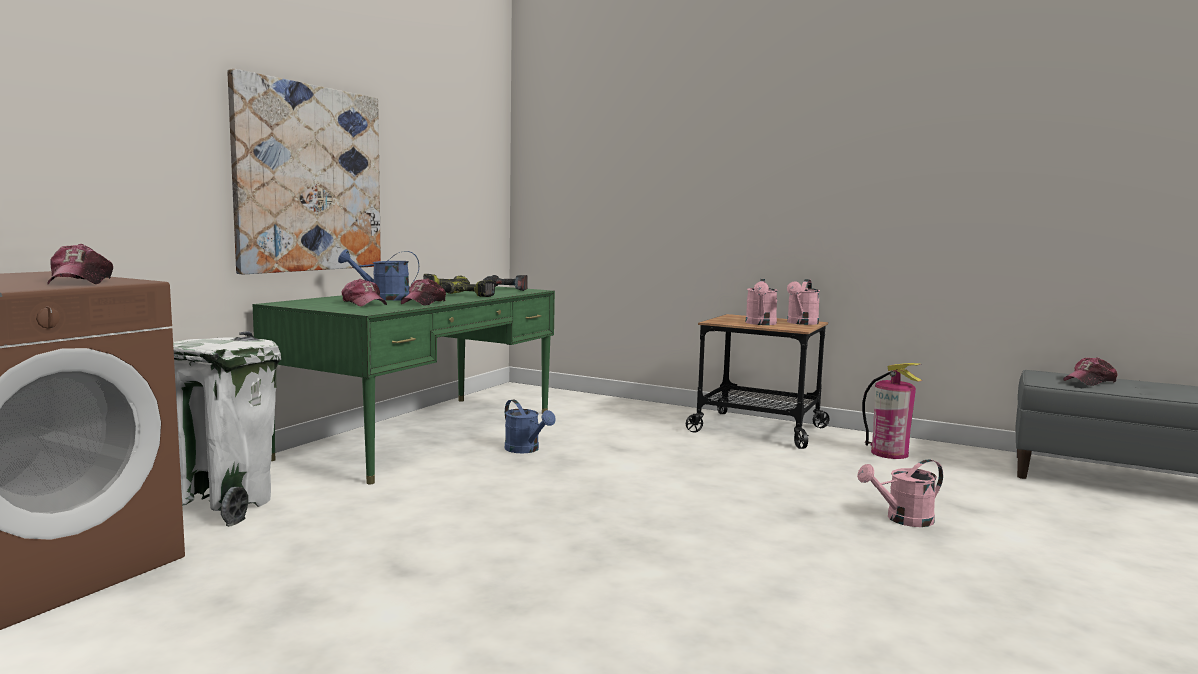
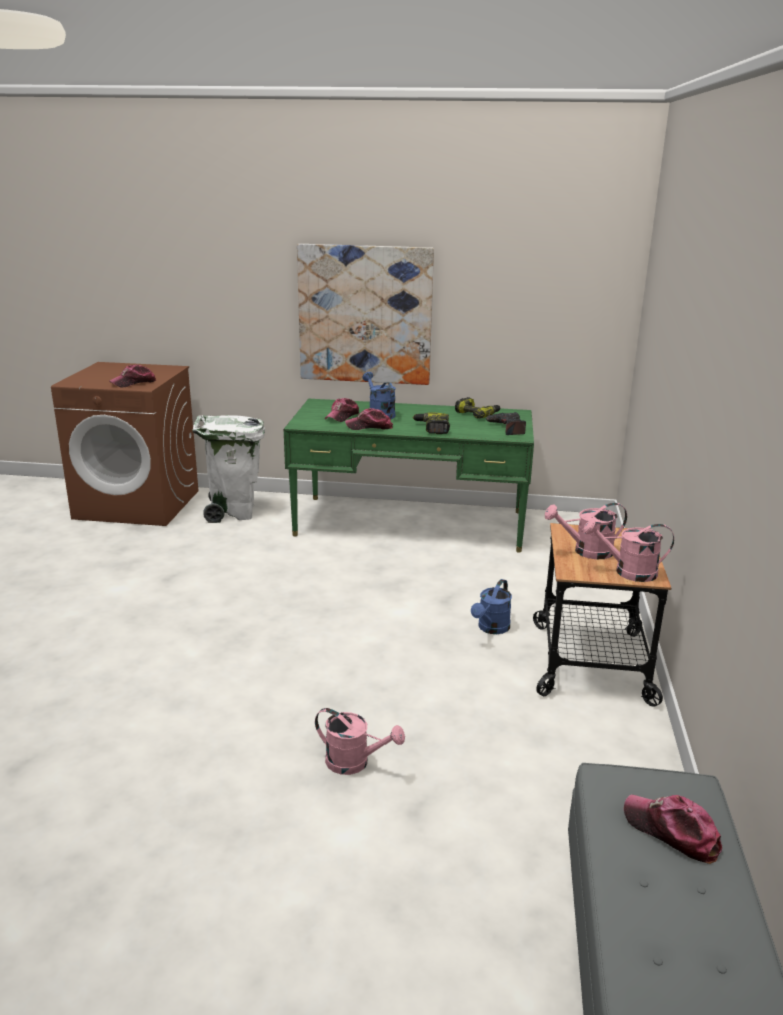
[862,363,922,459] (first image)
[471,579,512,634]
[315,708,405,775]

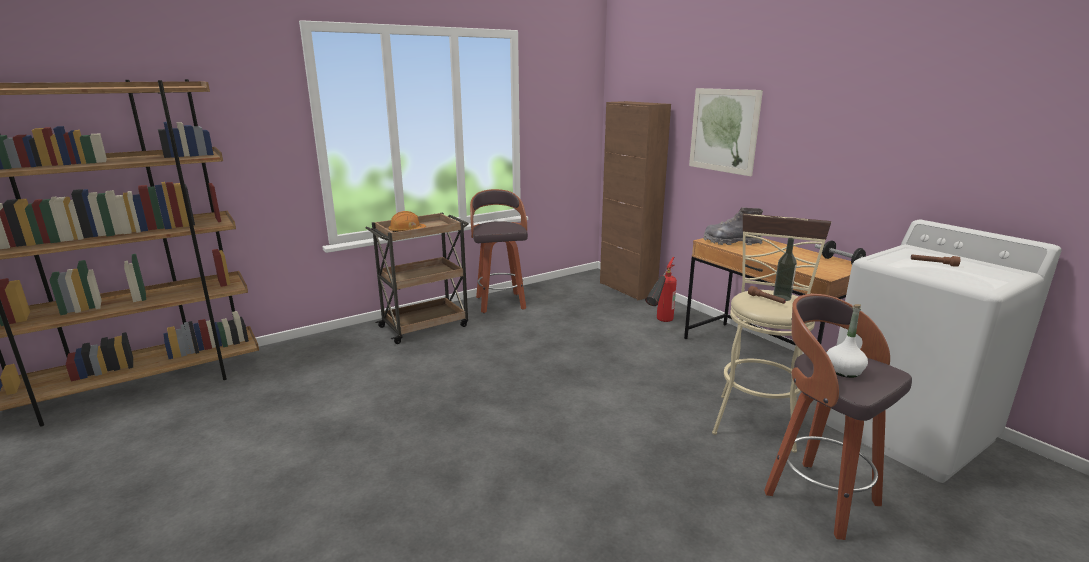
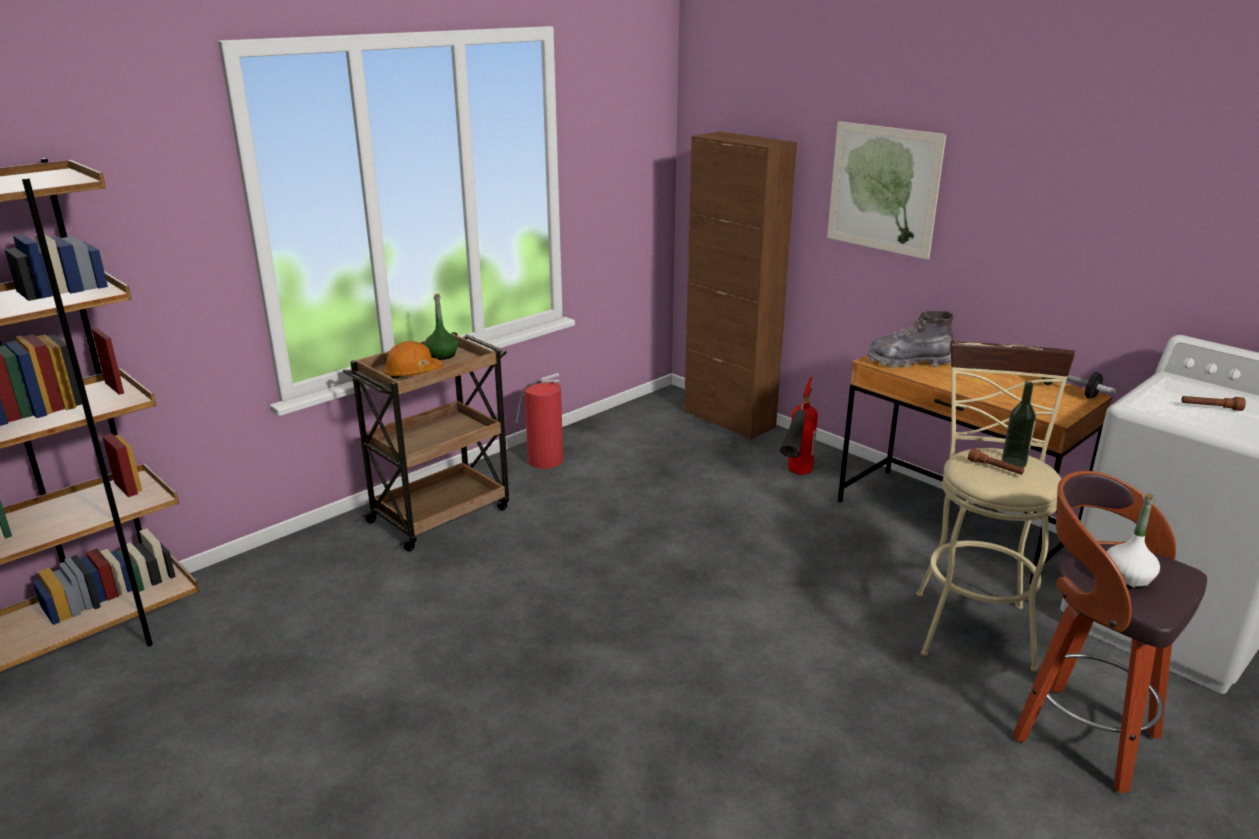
[424,294,458,360]
[515,373,563,469]

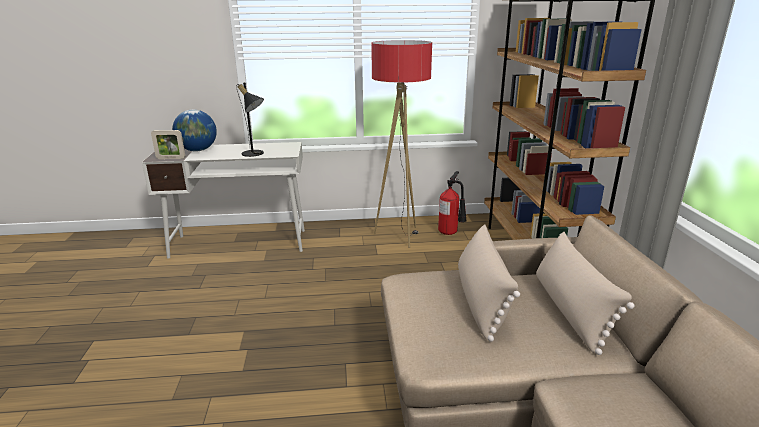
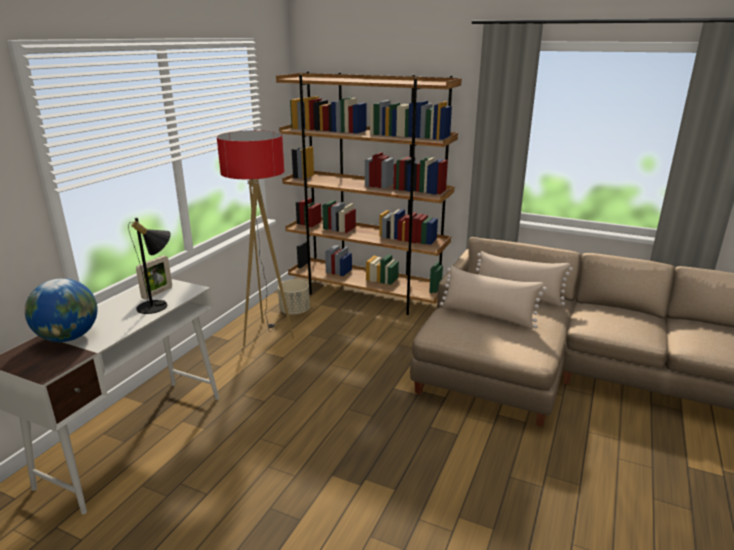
[136,256,172,299]
[278,279,310,315]

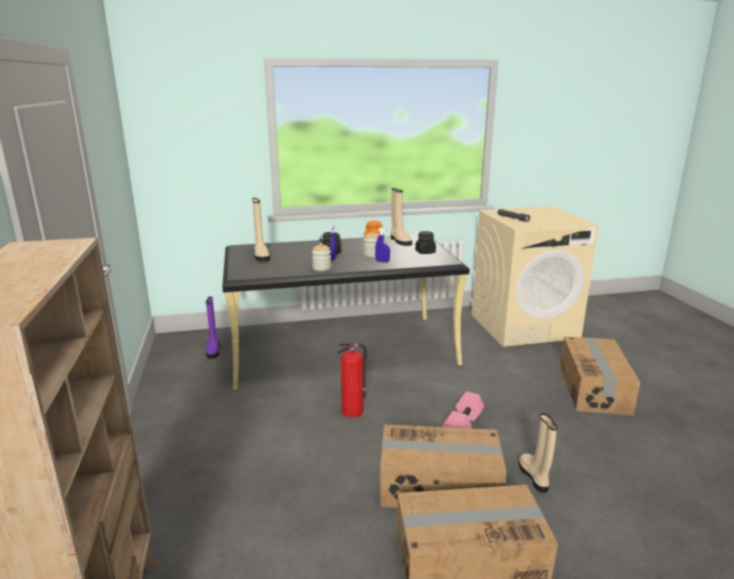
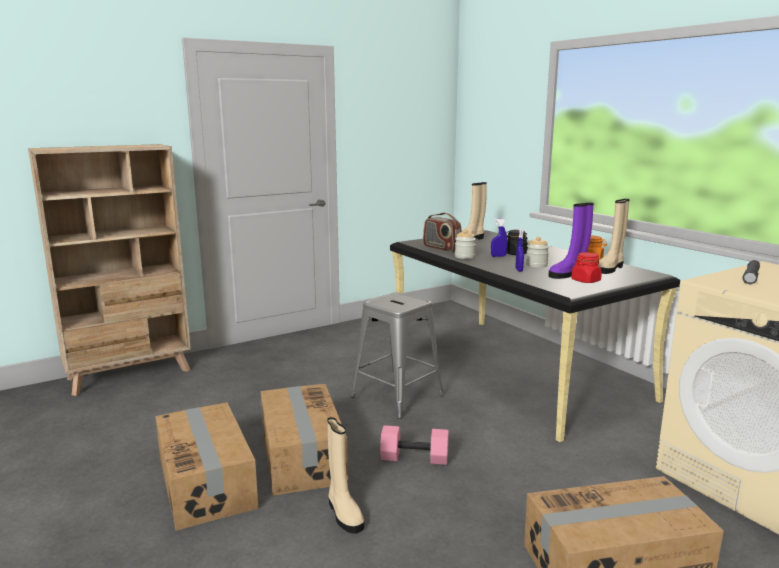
[423,213,462,252]
[548,203,594,279]
[351,292,444,419]
[571,252,602,283]
[327,417,364,534]

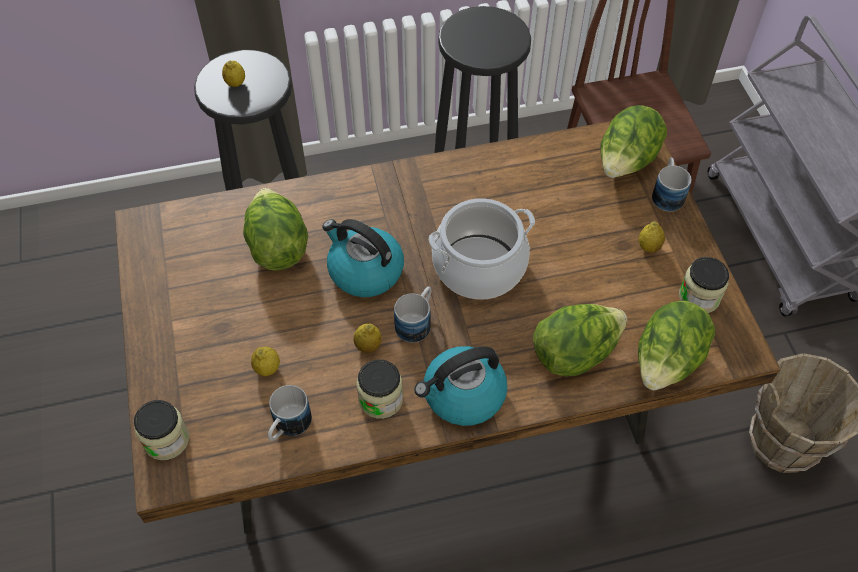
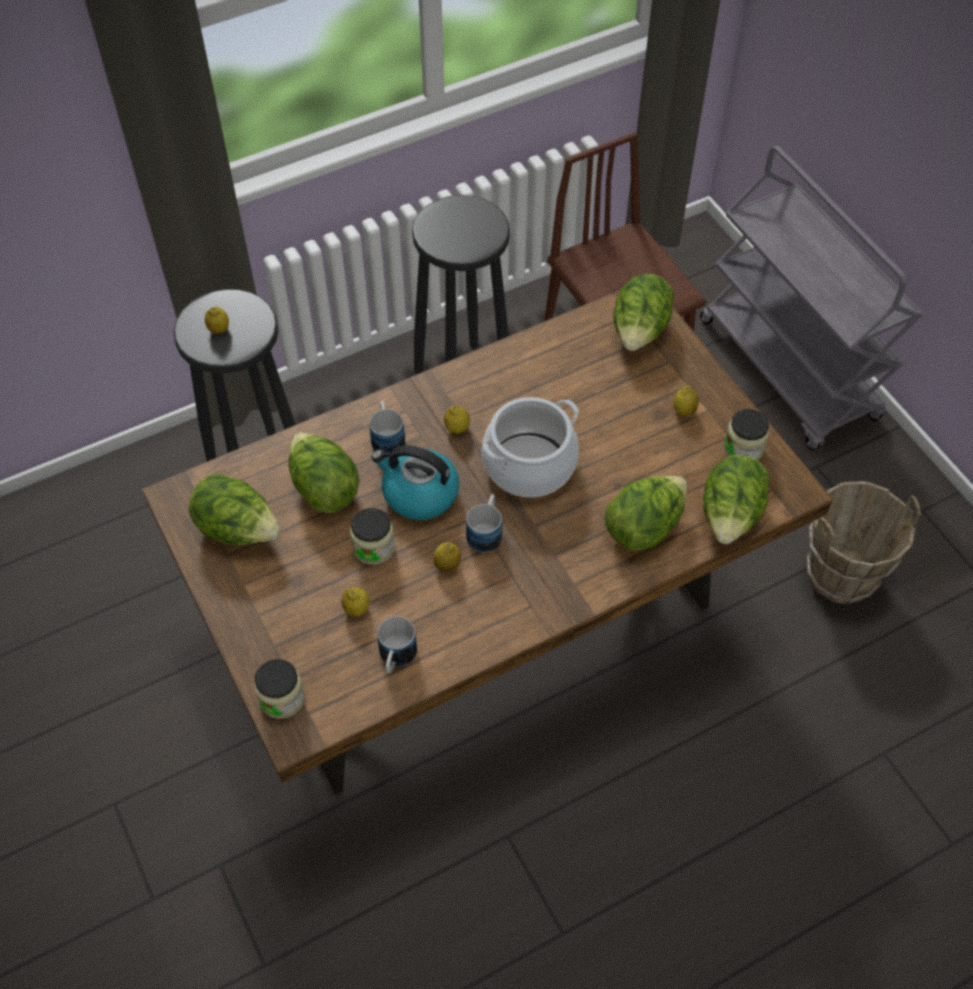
[414,346,508,426] (first image)
[188,474,281,545]
[444,405,470,434]
[350,508,395,565]
[369,401,405,452]

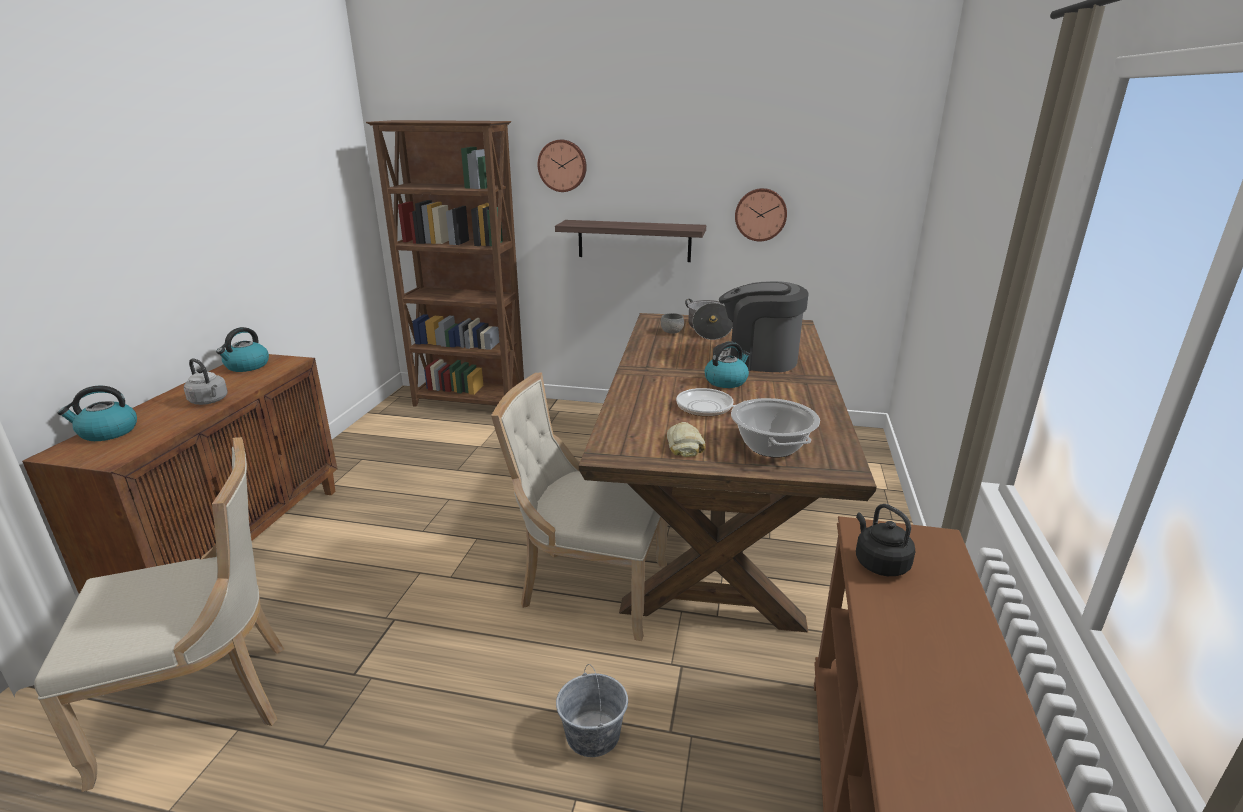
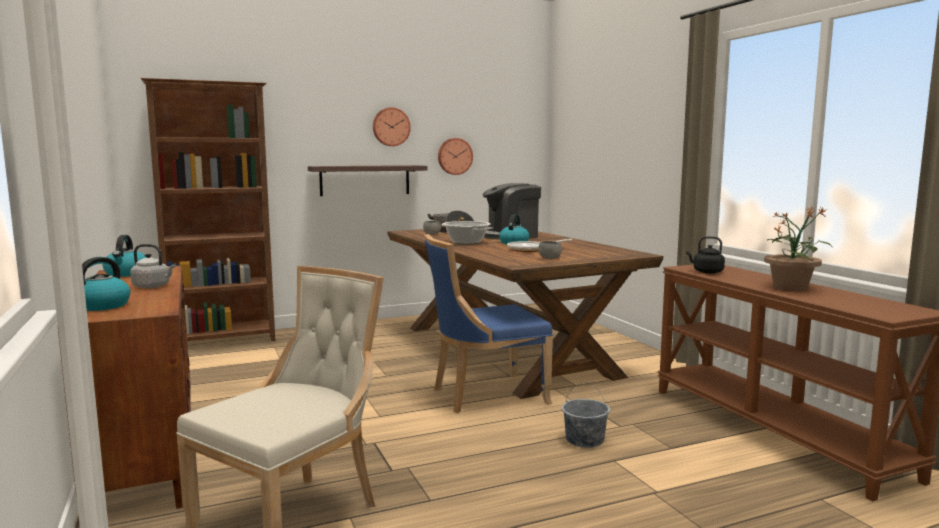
[764,207,833,291]
[373,107,411,146]
[441,221,492,244]
[538,241,562,259]
[424,234,553,413]

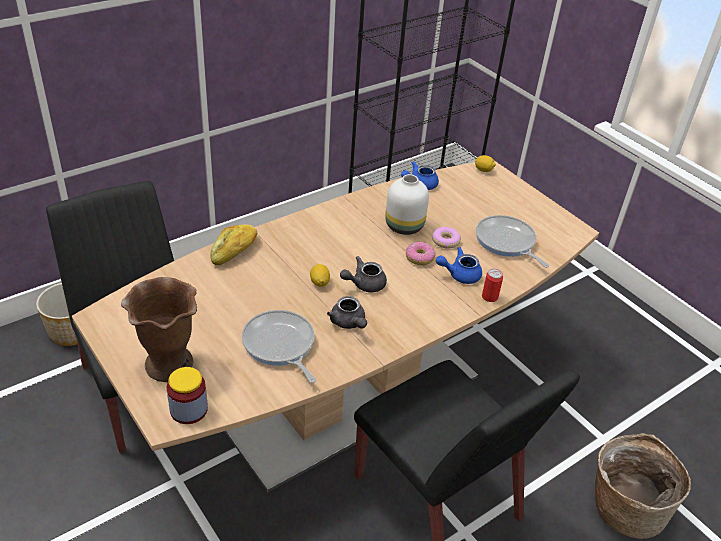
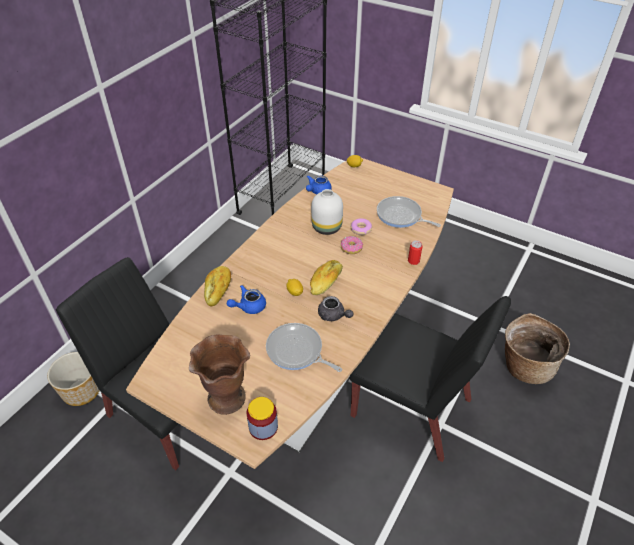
[227,285,266,314]
[310,260,343,295]

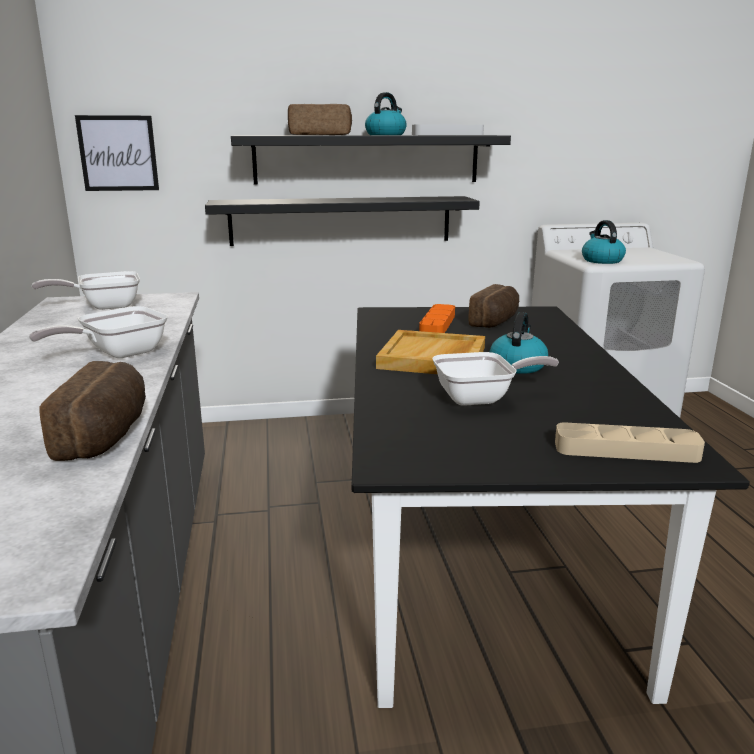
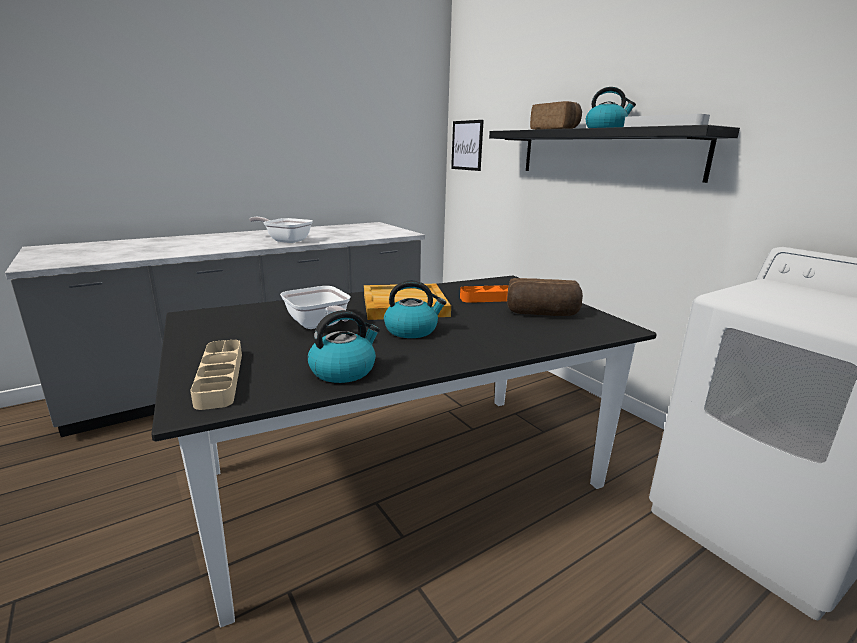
[32,271,140,310] (first image)
[39,361,146,461] (first image)
[205,196,480,246] (first image)
[308,310,380,383]

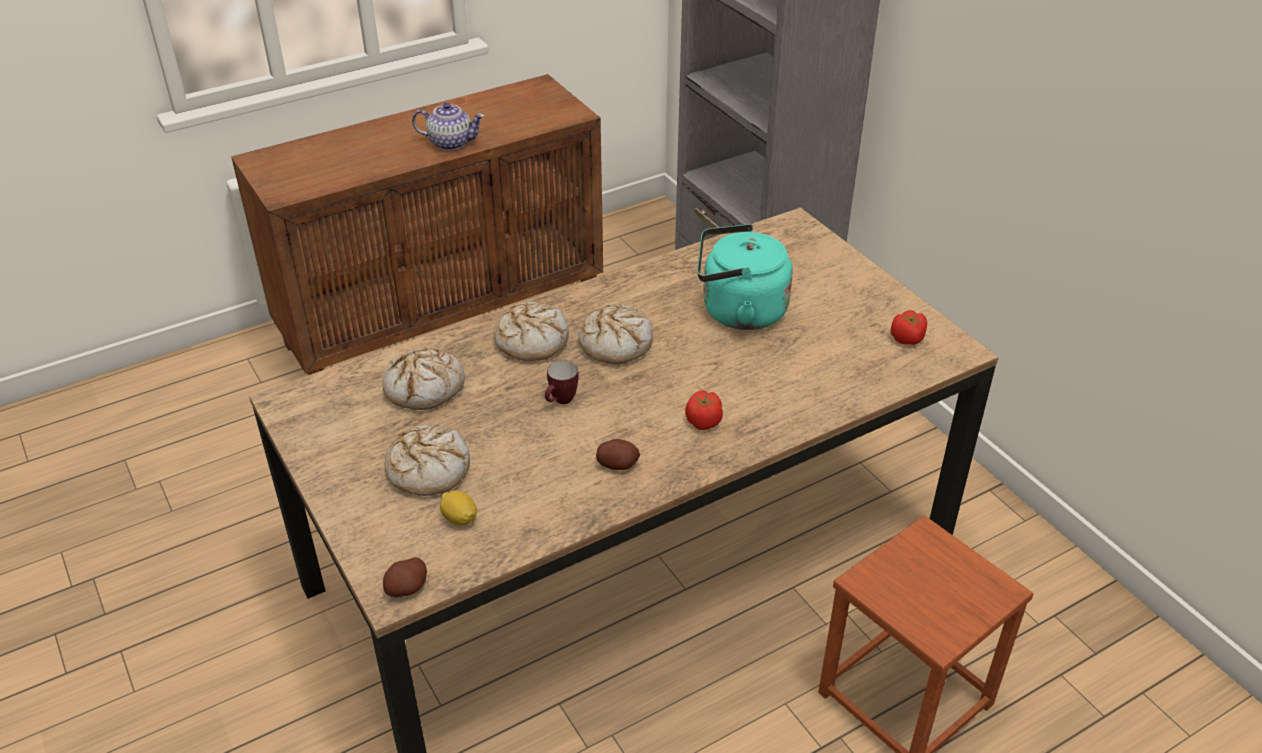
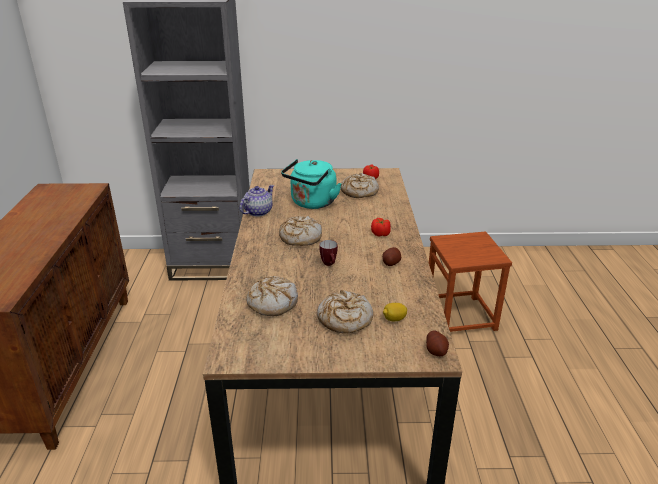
[240,185,274,217]
[341,173,379,198]

